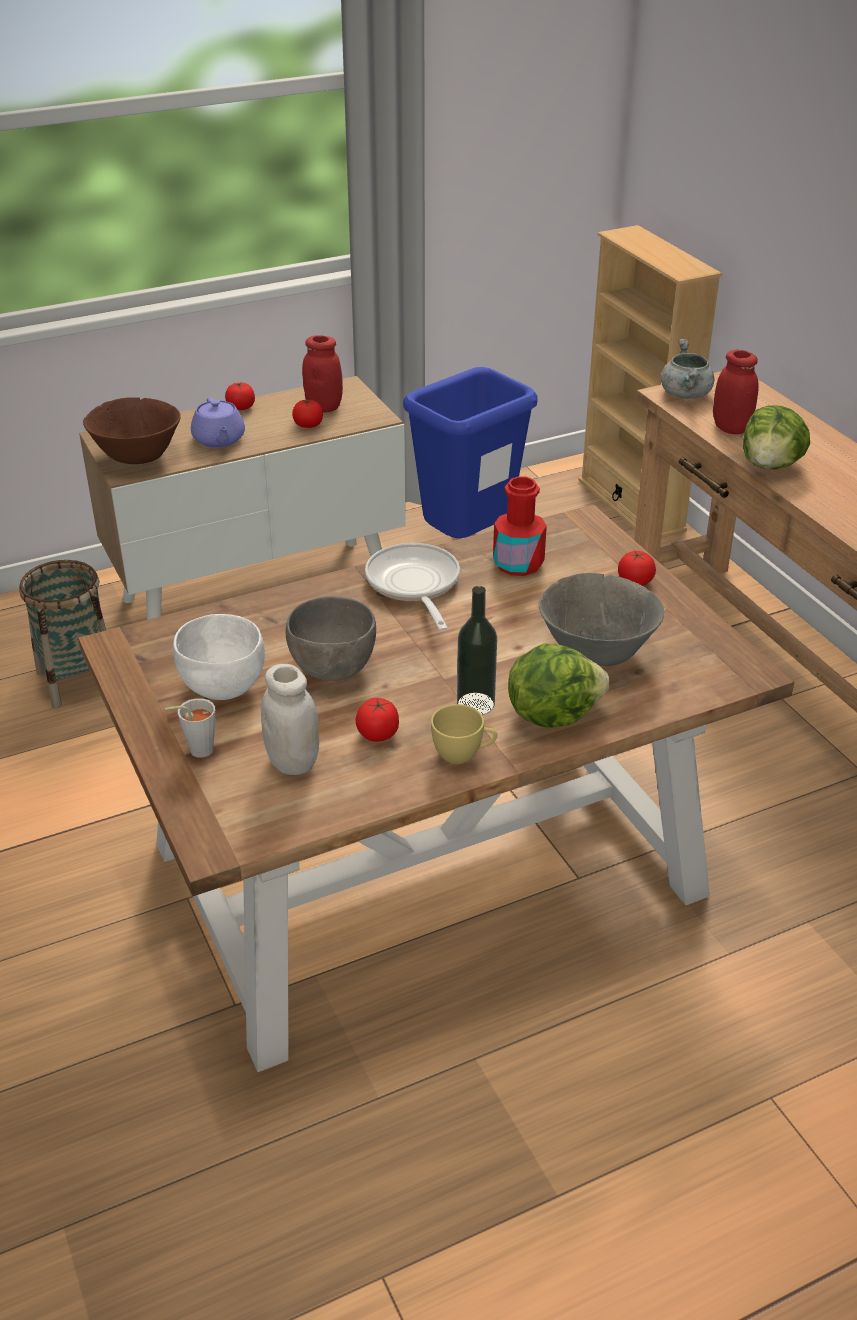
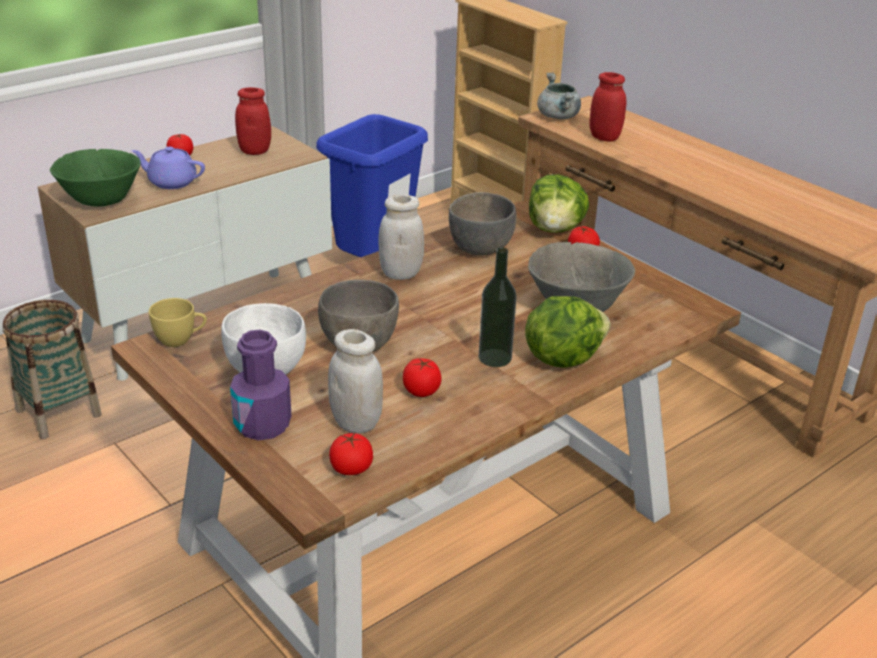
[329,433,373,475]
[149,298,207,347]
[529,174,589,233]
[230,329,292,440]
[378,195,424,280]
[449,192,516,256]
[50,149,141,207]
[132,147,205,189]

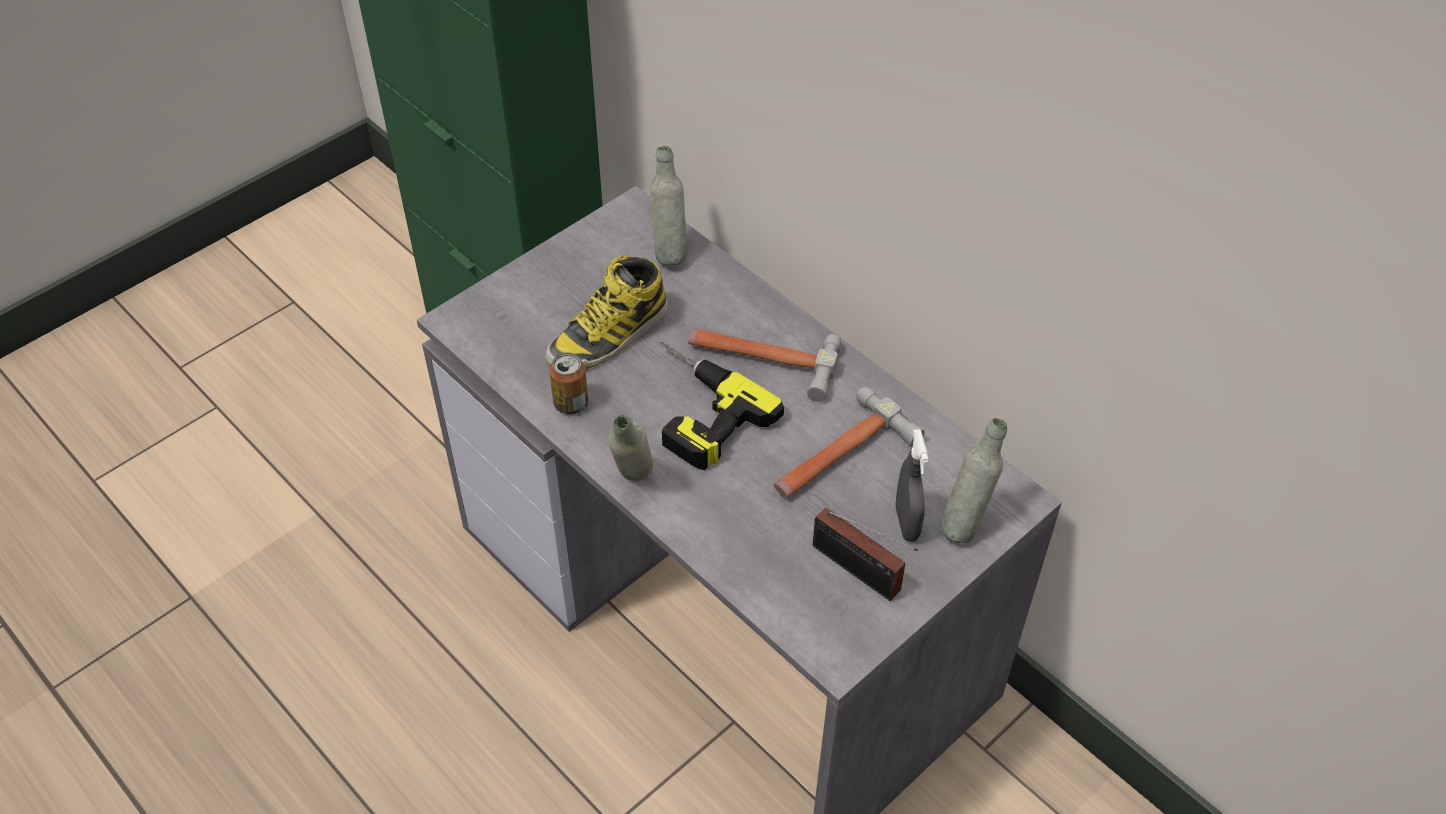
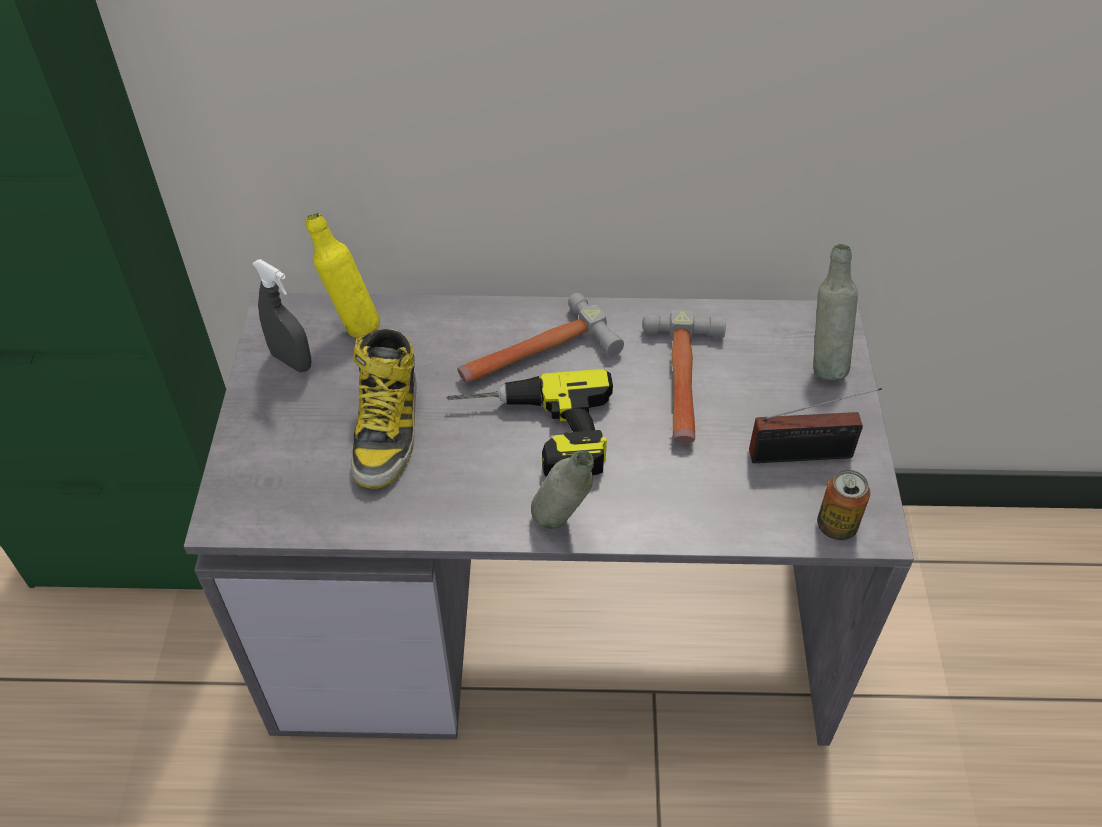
[817,470,870,540]
[252,259,311,372]
[306,213,380,338]

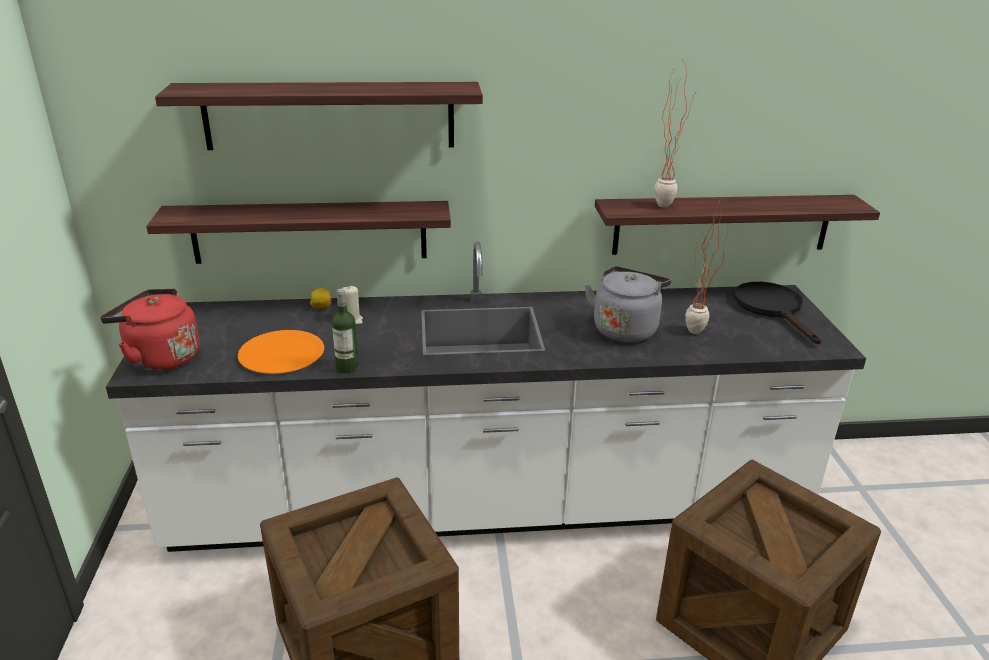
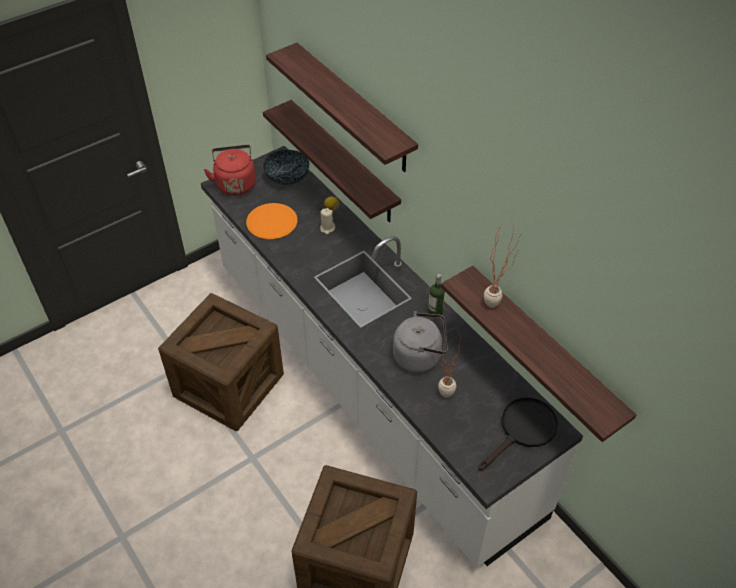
[263,150,310,185]
[428,274,445,319]

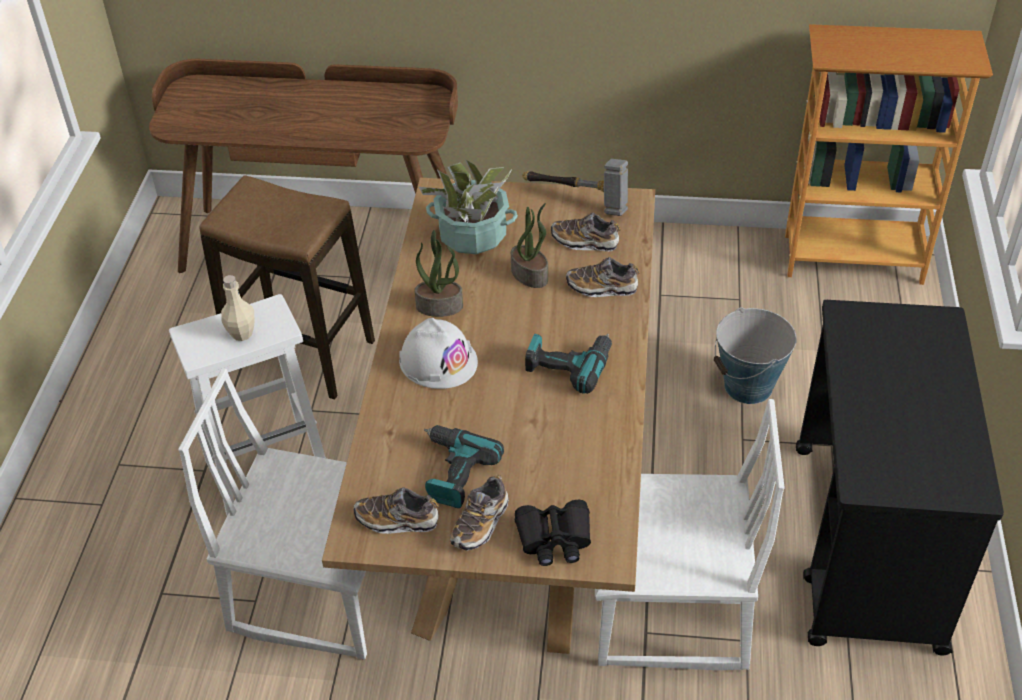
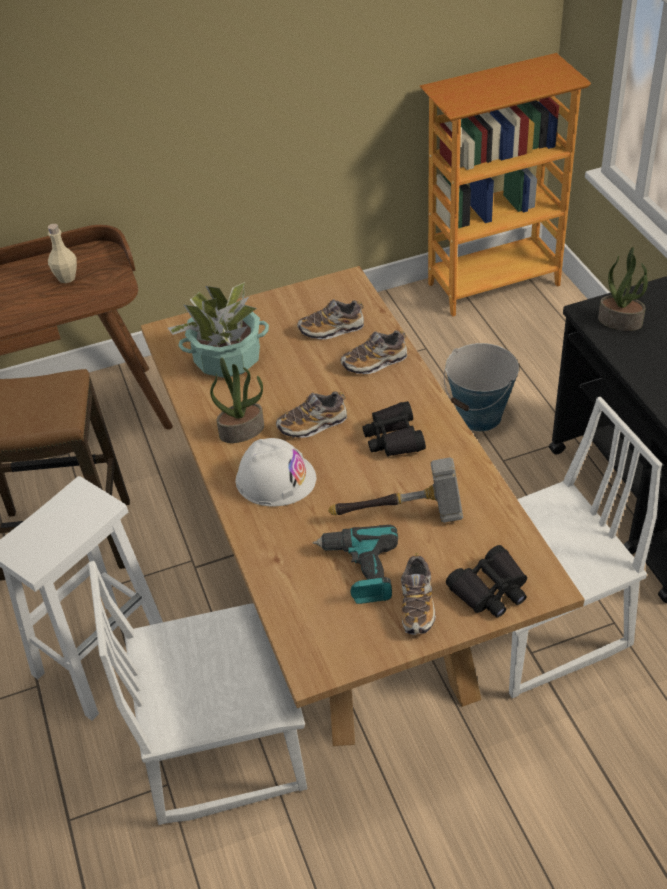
[48,224,77,283]
[276,391,347,438]
[598,247,648,331]
[328,457,463,523]
[362,401,426,457]

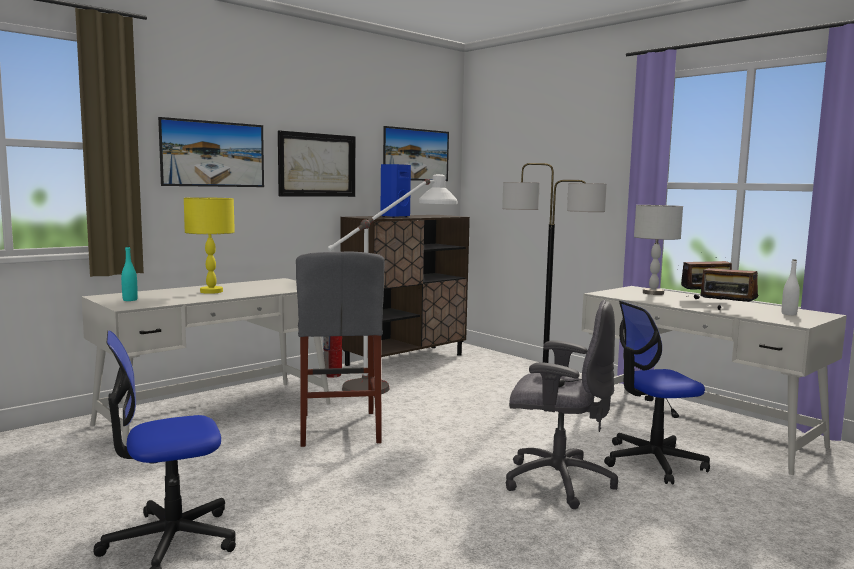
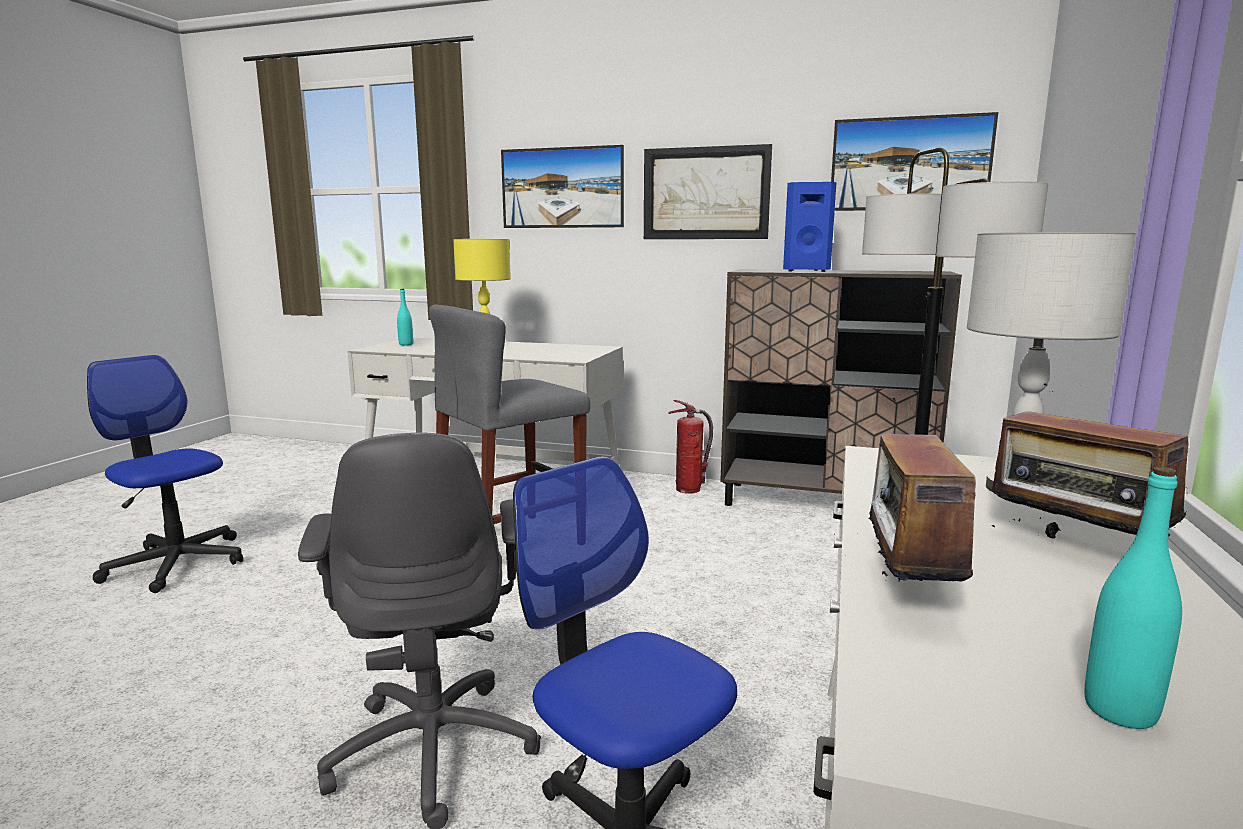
[328,174,457,394] (first image)
[1085,467,1182,729]

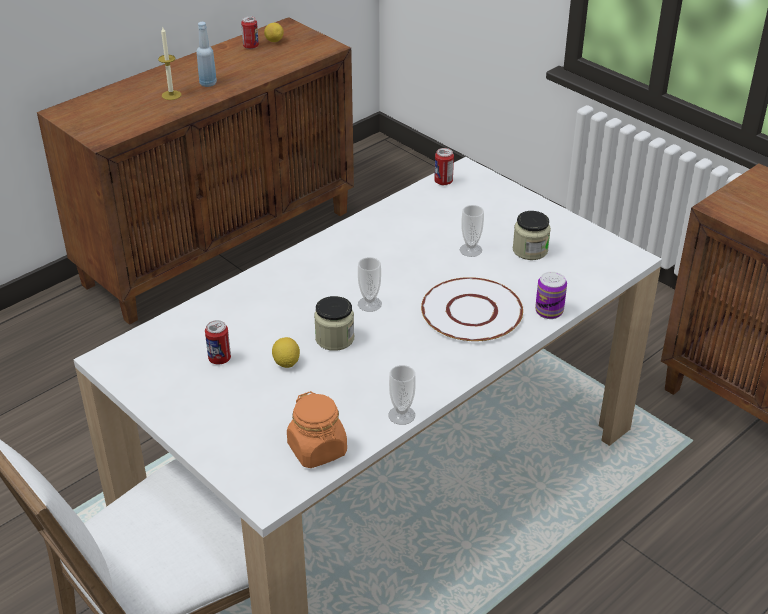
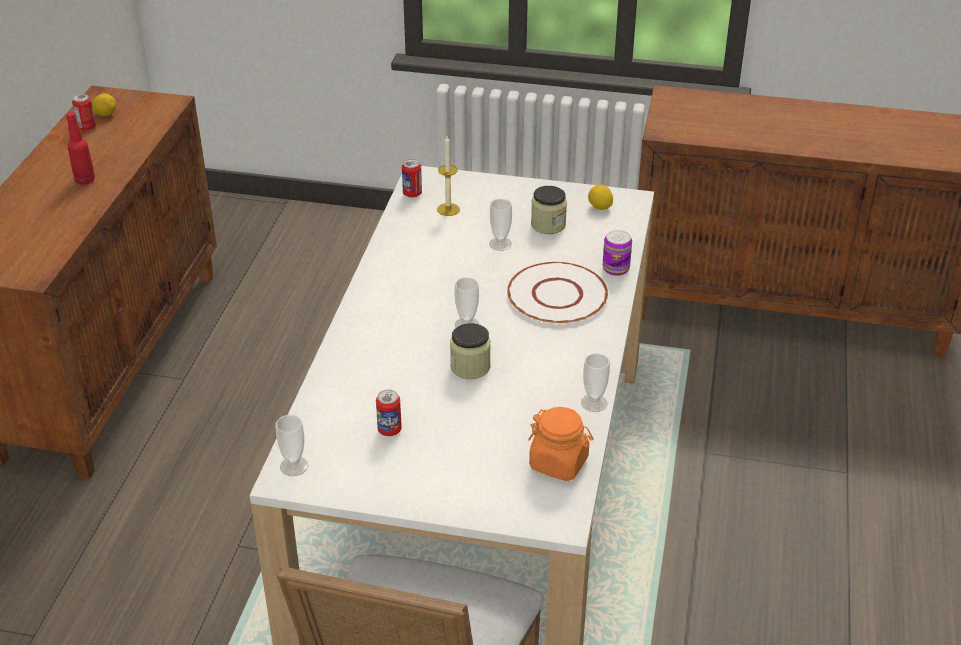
[275,415,308,476]
[437,136,460,216]
[588,184,613,210]
[66,112,95,185]

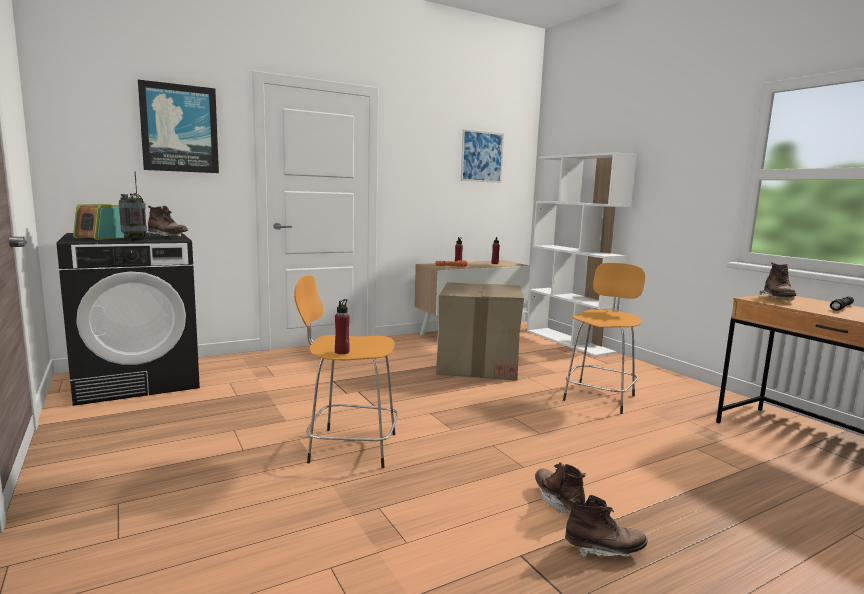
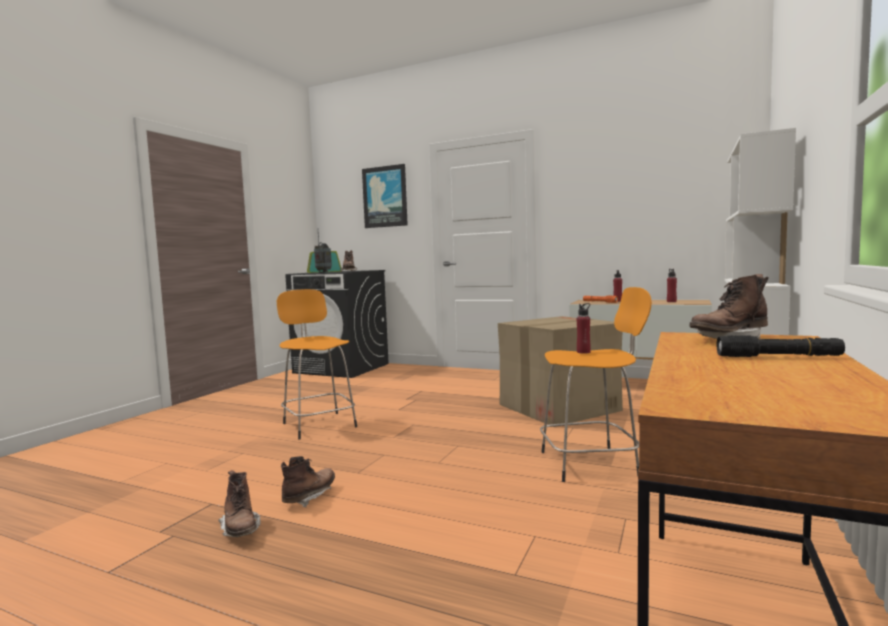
[461,129,504,183] (first image)
[577,303,591,354]

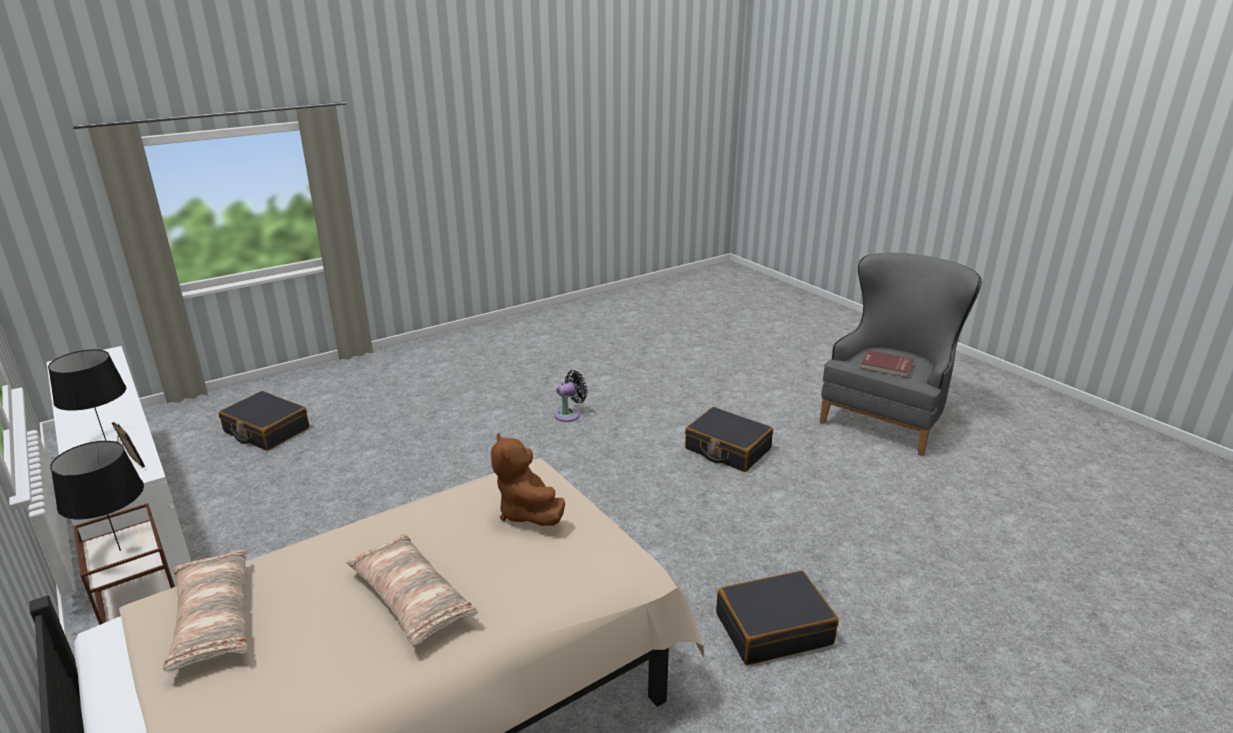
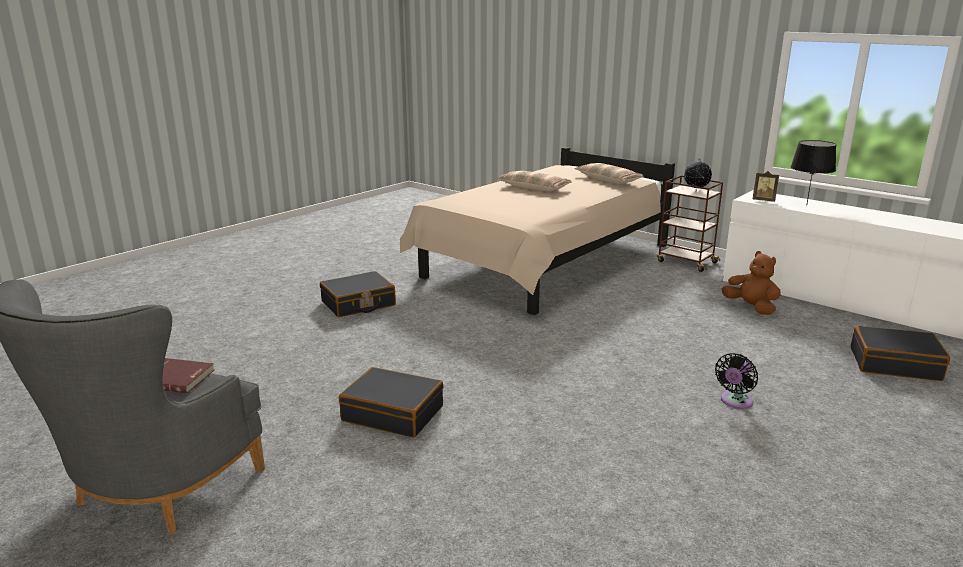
[721,251,781,315]
[715,353,758,409]
[684,159,712,192]

